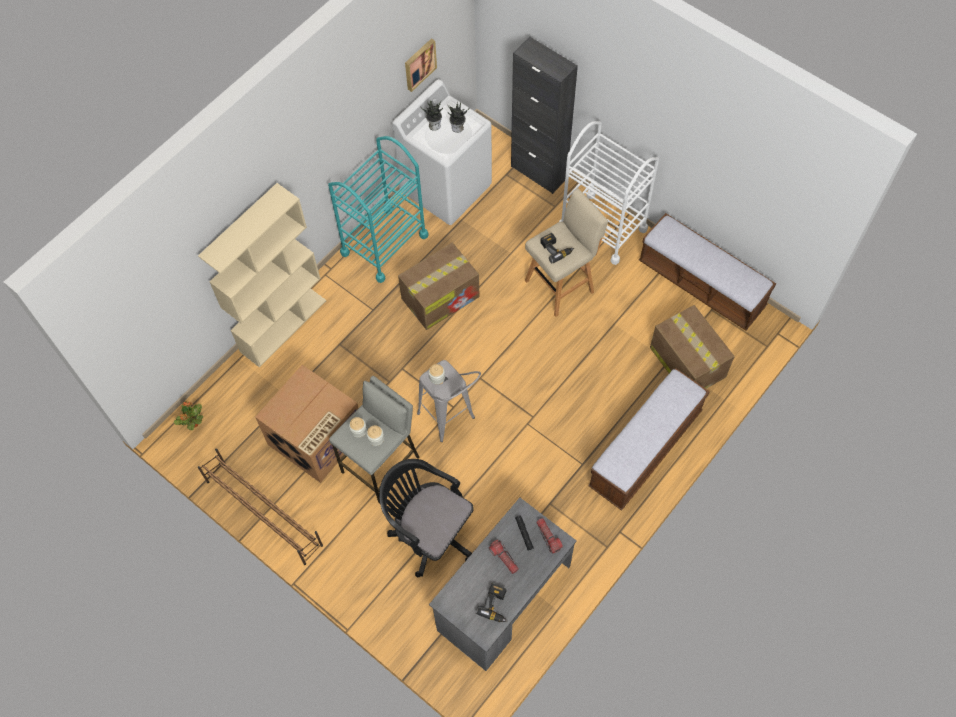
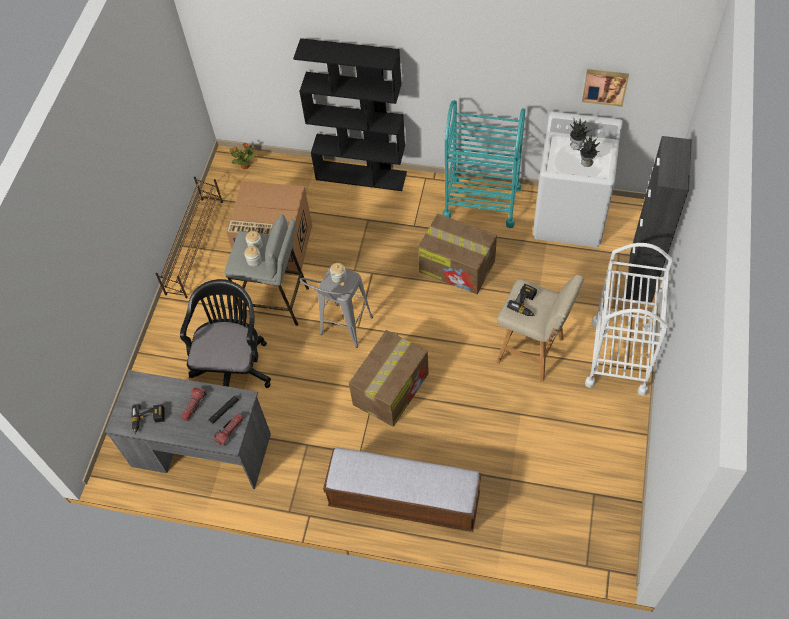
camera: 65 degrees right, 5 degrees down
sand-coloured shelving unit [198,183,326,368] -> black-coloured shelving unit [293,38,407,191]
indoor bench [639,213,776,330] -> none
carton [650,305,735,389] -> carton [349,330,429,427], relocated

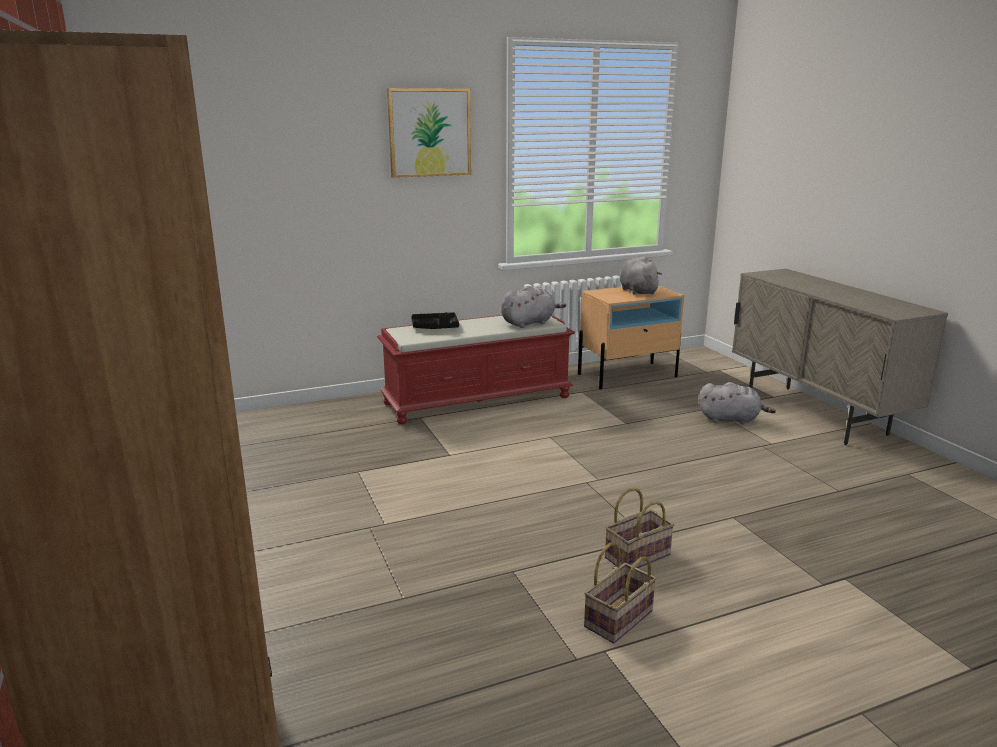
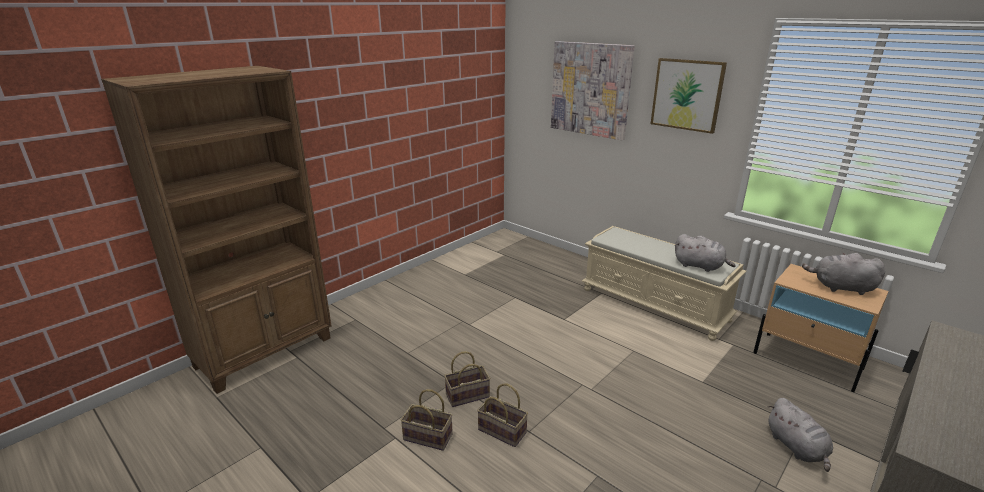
camera: 65 degrees right, 5 degrees up
reddish indoor bench [377,315,575,424] -> sand-coloured indoor bench [582,226,747,341]
black-coloured carrying tray [411,312,459,329] -> none
gray soft toy [620,256,662,295] -> gray soft toy [802,252,885,295], 120 degrees counterclockwise
none -> basket [444,351,490,407]
none -> wall picture [551,41,635,140]

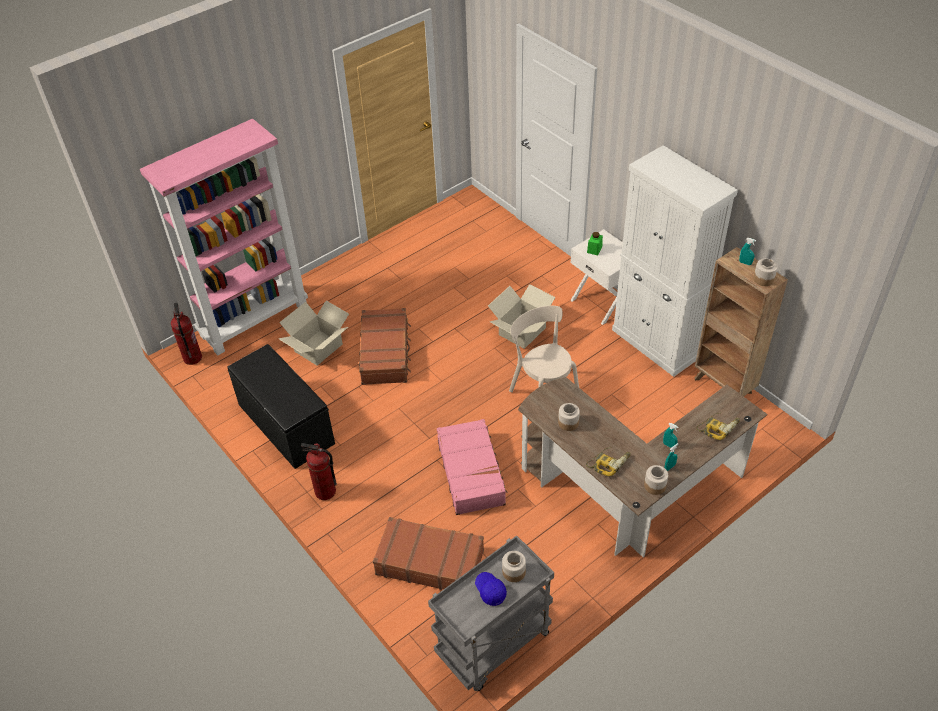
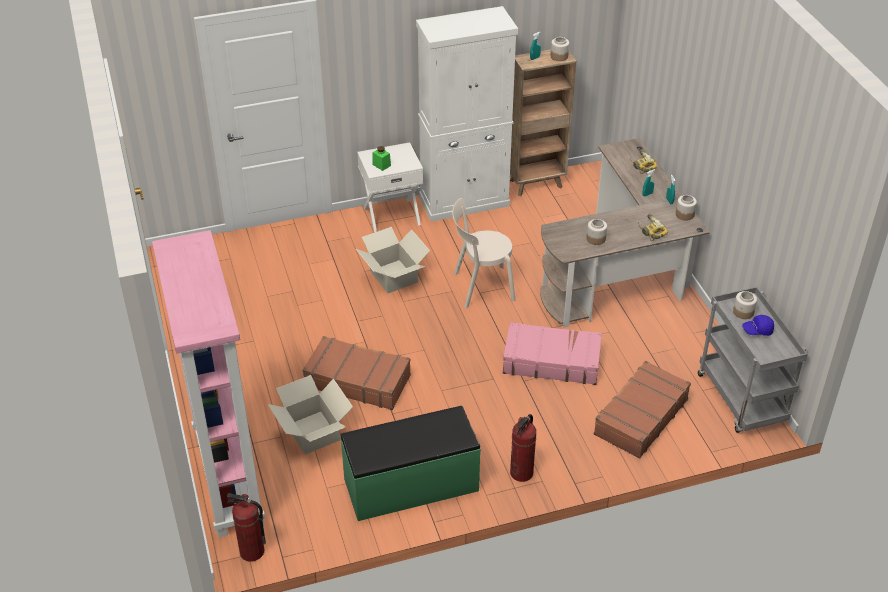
camera: 70 degrees left, 5 degrees down
black-coloured indoor bench [228,344,335,469] -> green indoor bench [340,406,481,521]

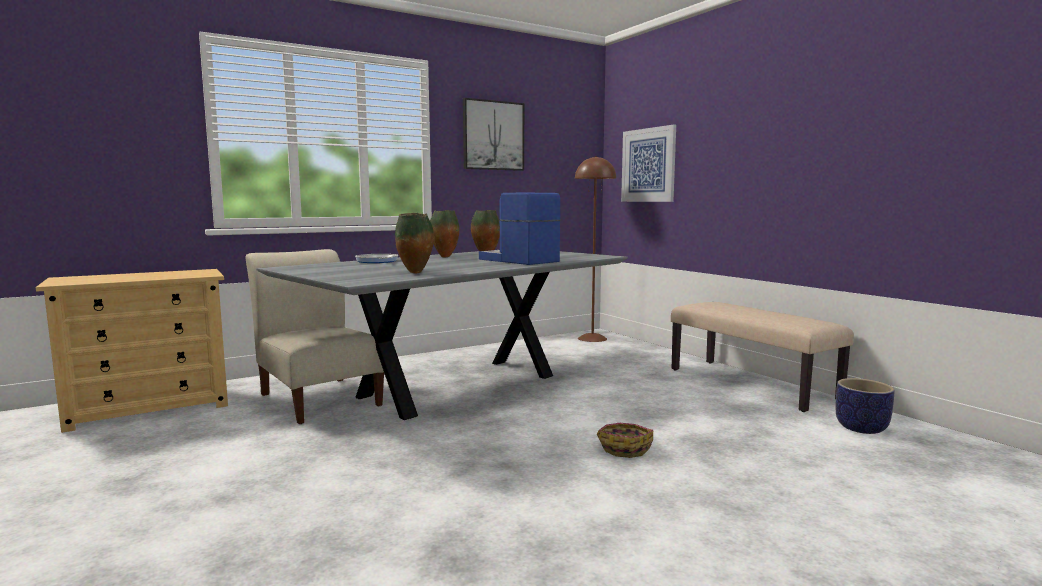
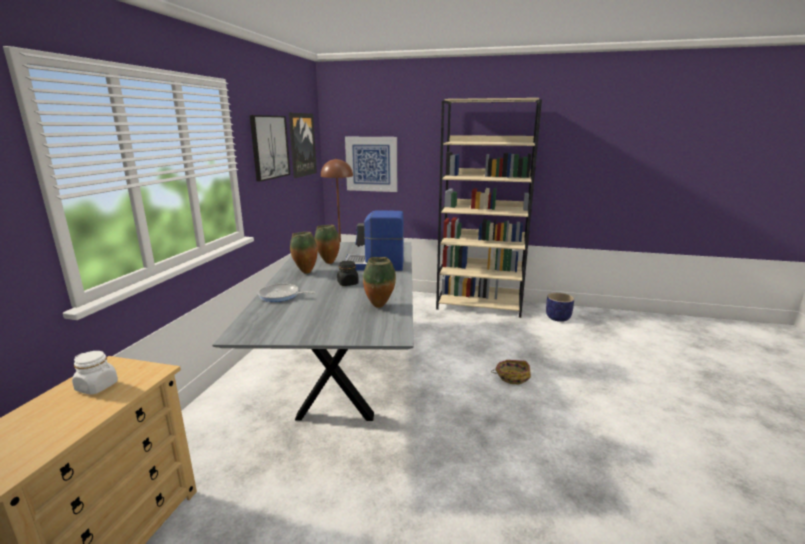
camera: 45 degrees left, 10 degrees up
sand-coloured upright chair [245,249,384,424] -> none
sand-coloured indoor bench [671,302,854,412] -> sand-coloured shelving unit [436,98,542,318]
none -> white-coloured storage jar [72,351,118,395]
none -> wall picture [289,113,317,178]
none -> black-coloured storage jar [337,261,359,286]

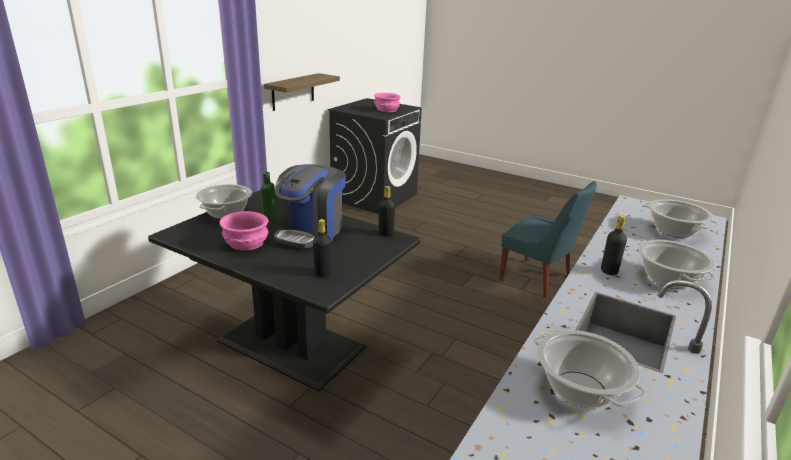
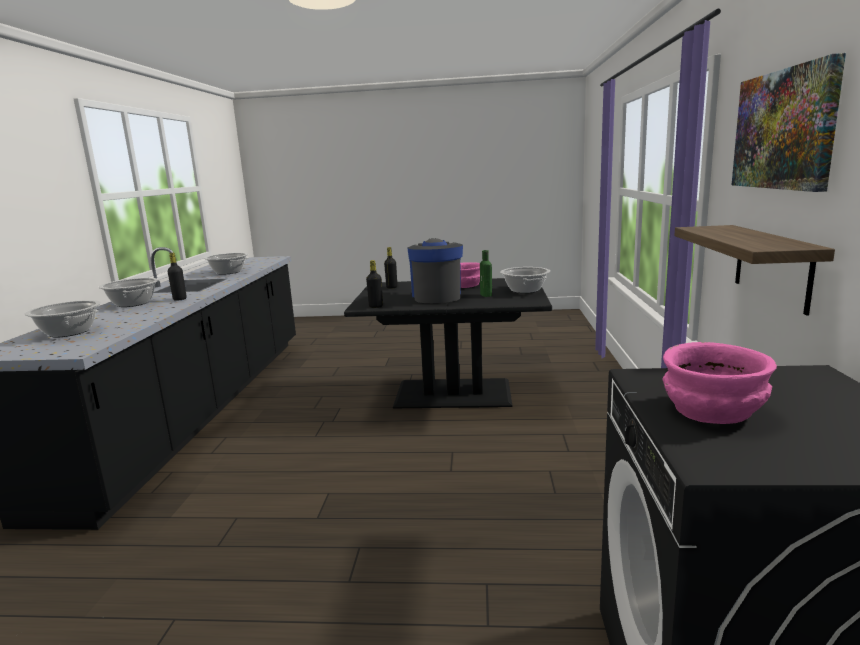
camera: 155 degrees right, 10 degrees down
blue upright chair [499,181,597,298] -> none
none -> wall picture [732,53,846,192]

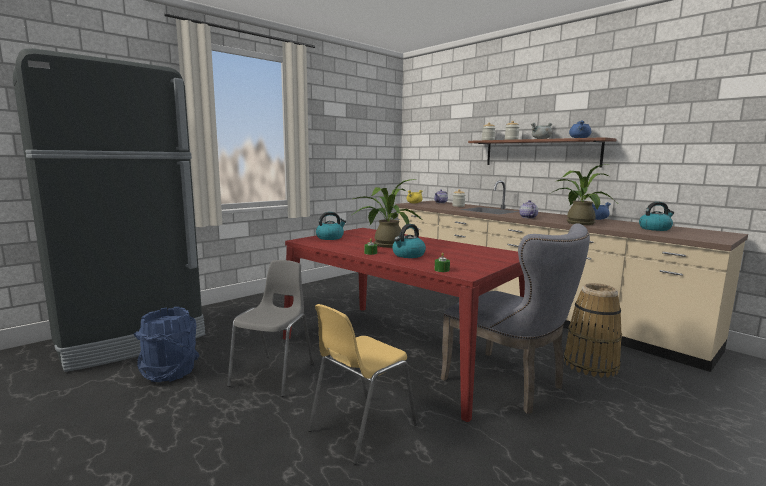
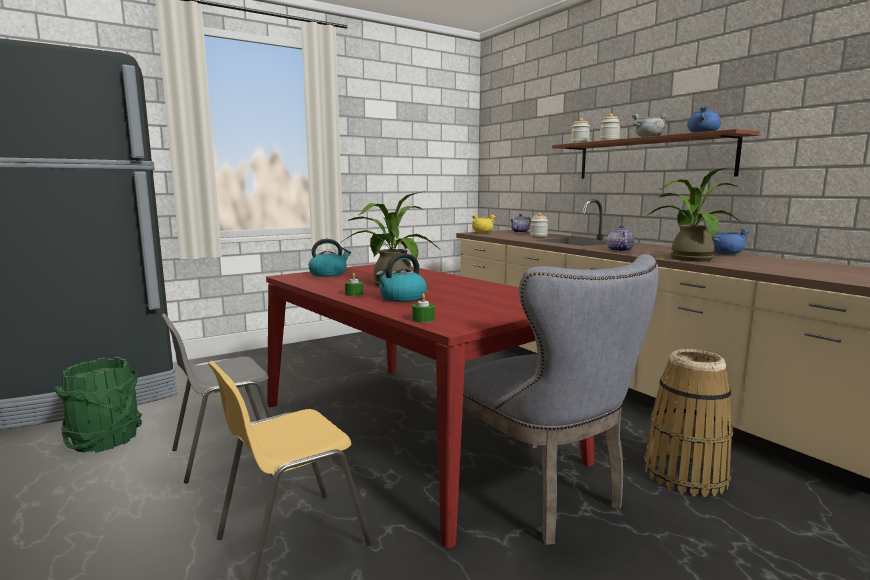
camera: 10 degrees right, 0 degrees up
blue water bucket [134,307,199,382] -> green water bucket [53,357,142,453]
gray upright chair [227,260,313,397] -> gray upright chair [161,313,272,483], 150 degrees counterclockwise
kettle [639,202,674,231] -> none

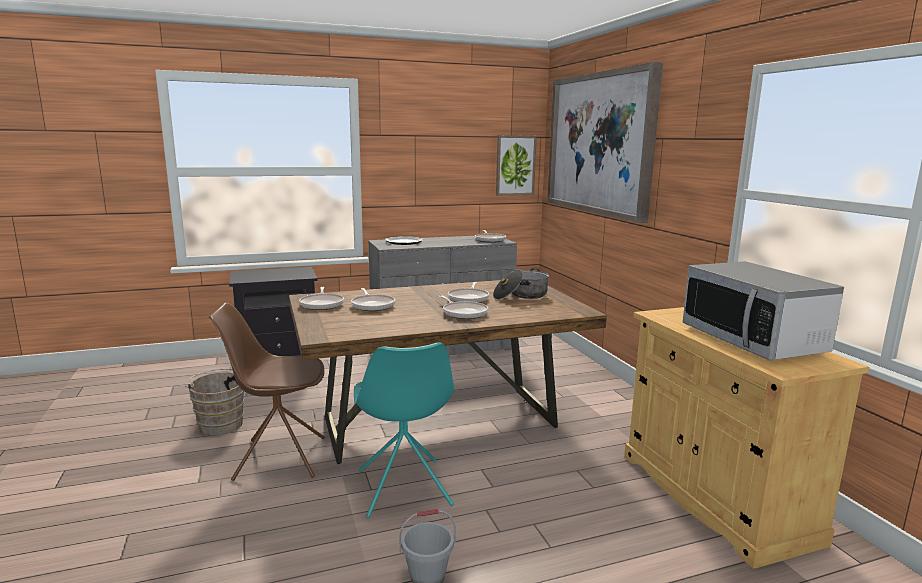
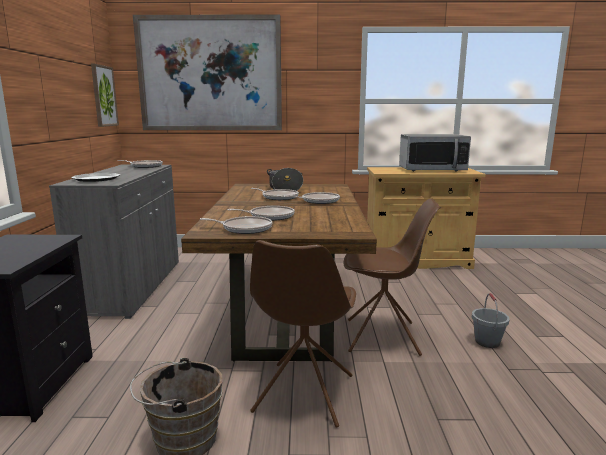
camera: 70 degrees left, 0 degrees up
turquoise upright chair [354,343,454,518] -> brown upright chair [344,198,441,356]

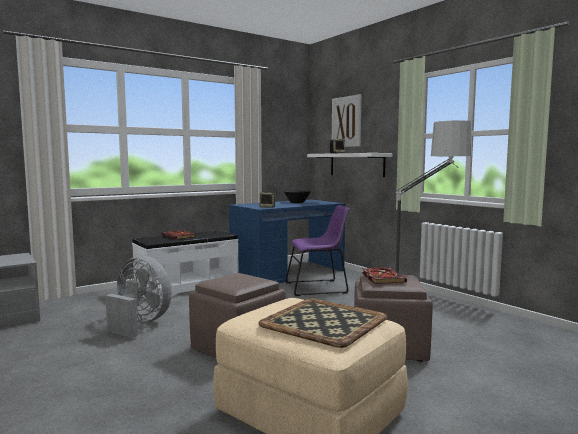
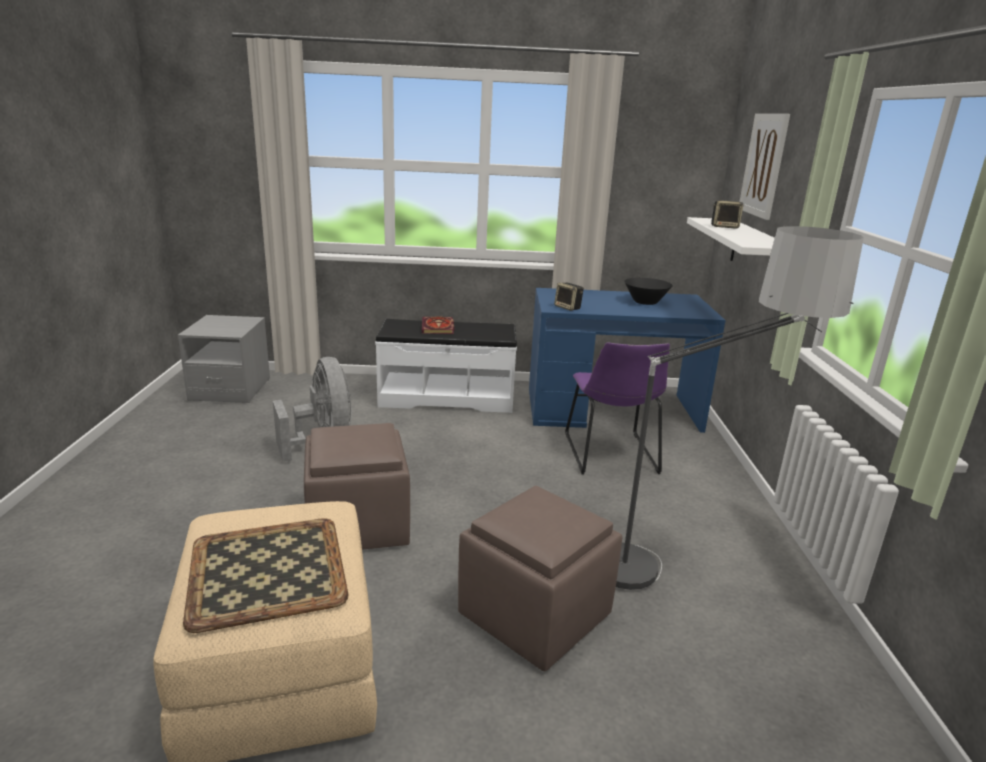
camera: 35 degrees right, 15 degrees up
purplish upright chair [285,205,350,296] -> purplish upright chair [565,342,670,474], 60 degrees clockwise
volume [362,267,407,284] -> none

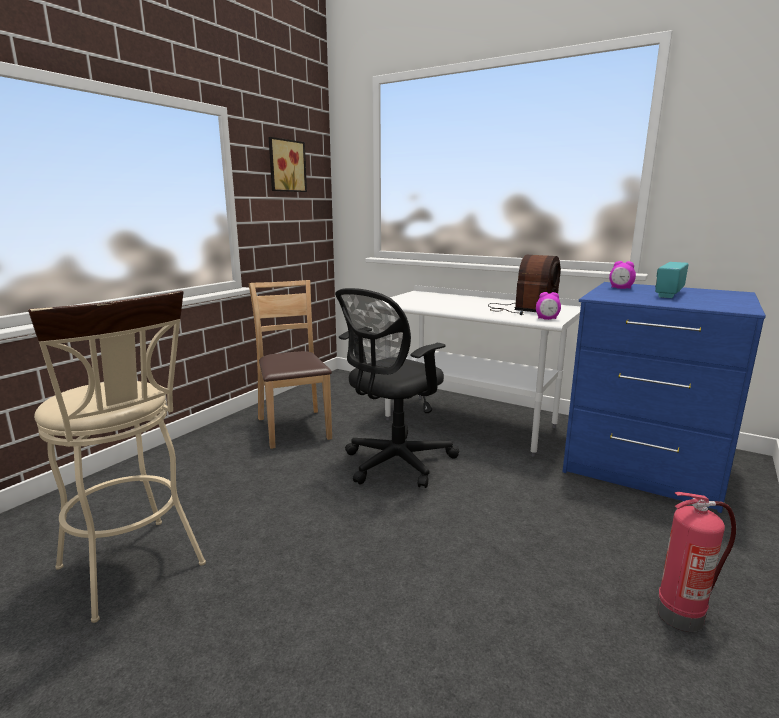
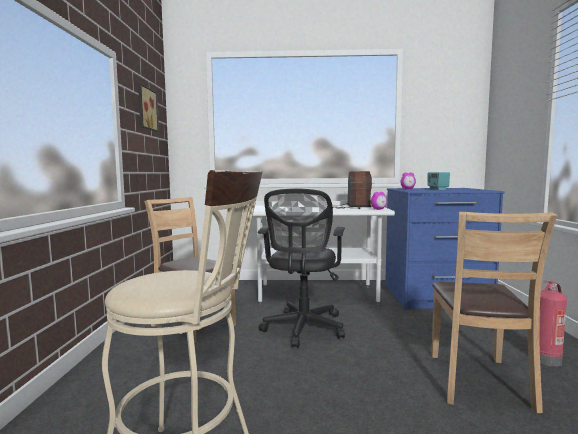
camera: 30 degrees left, 10 degrees down
none -> brown upright chair [431,212,558,413]

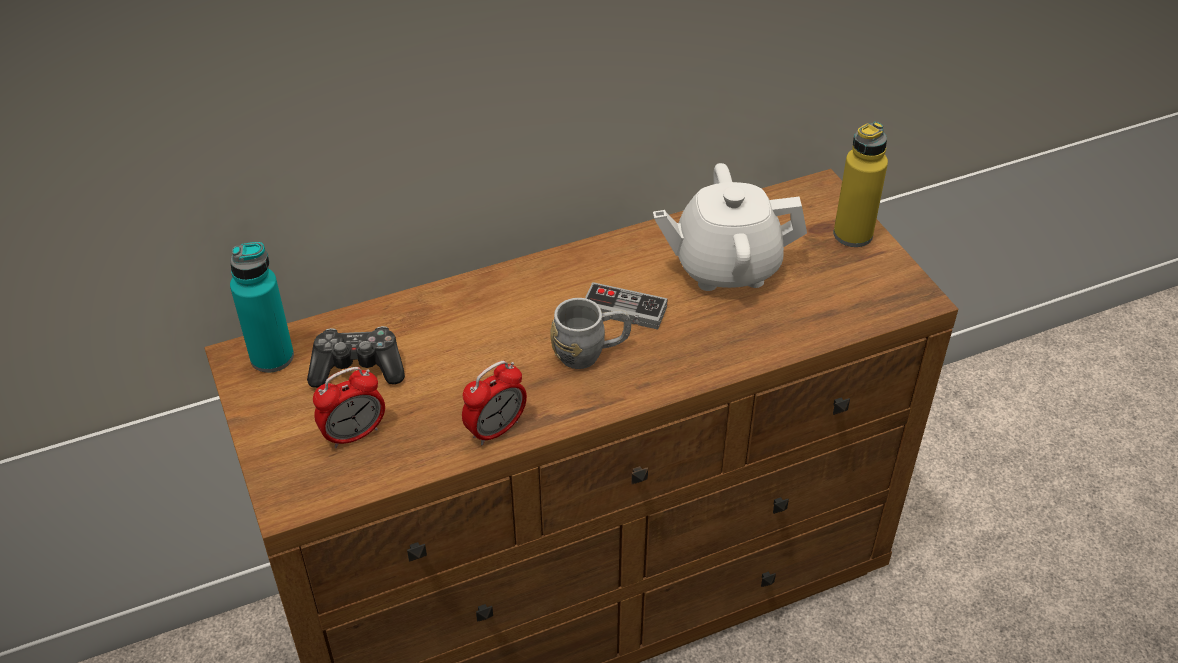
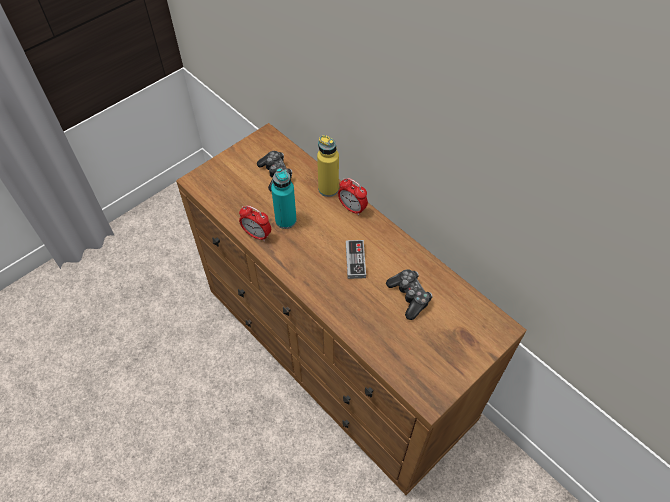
camera: 70 degrees right, 10 degrees up
turquoise beverage bottle [230,242,294,373] -> turquoise beverage bottle [271,168,297,229], relocated
alarm clock [313,367,385,448] -> alarm clock [338,178,368,216], relocated
gray coffee mug [550,298,631,369] -> none
white-coloured teapot [653,163,807,291] -> joypad [386,269,433,320]
yellowish beverage bottle [833,122,888,247] -> yellowish beverage bottle [317,135,339,197], relocated

